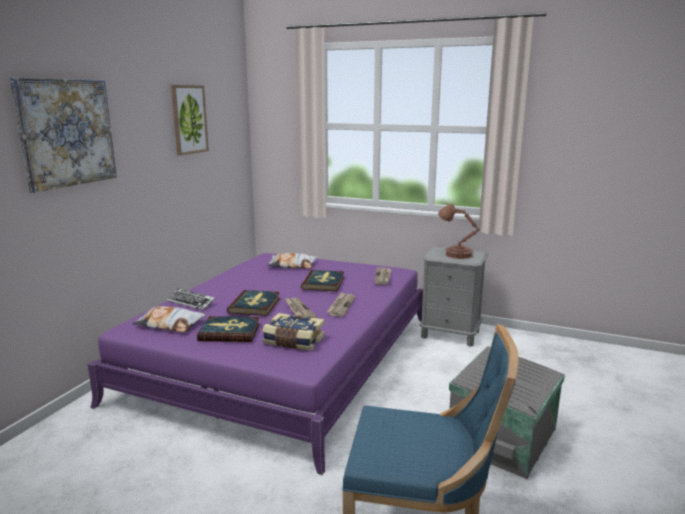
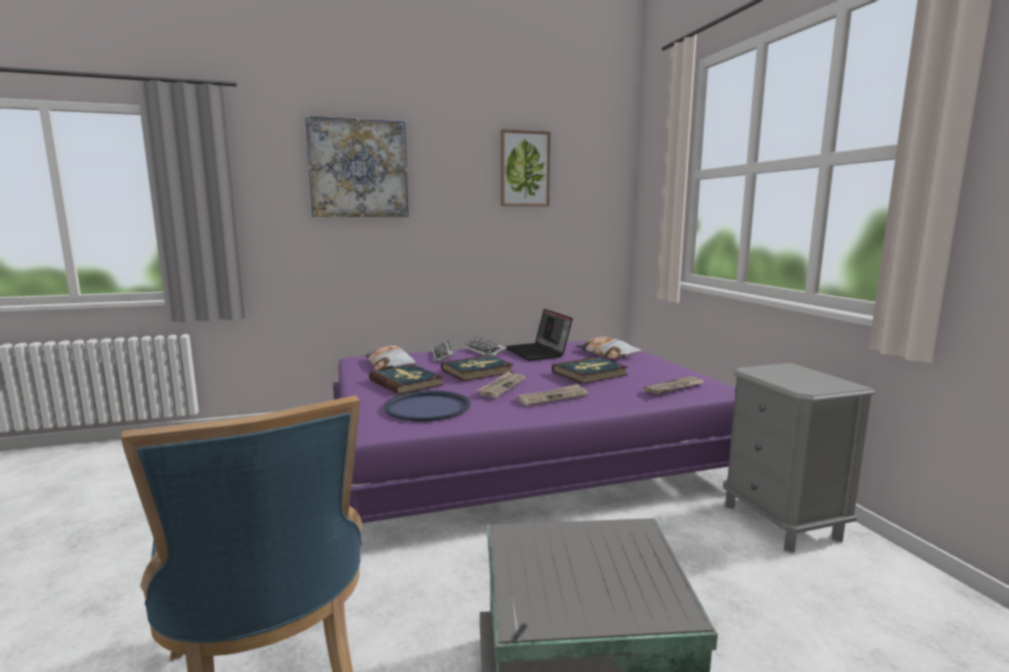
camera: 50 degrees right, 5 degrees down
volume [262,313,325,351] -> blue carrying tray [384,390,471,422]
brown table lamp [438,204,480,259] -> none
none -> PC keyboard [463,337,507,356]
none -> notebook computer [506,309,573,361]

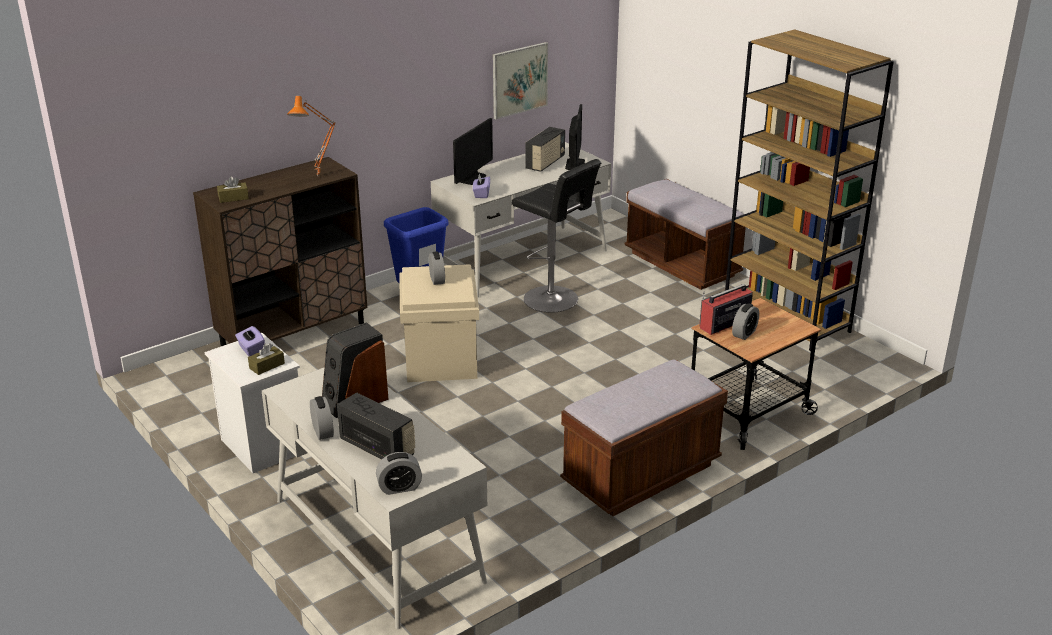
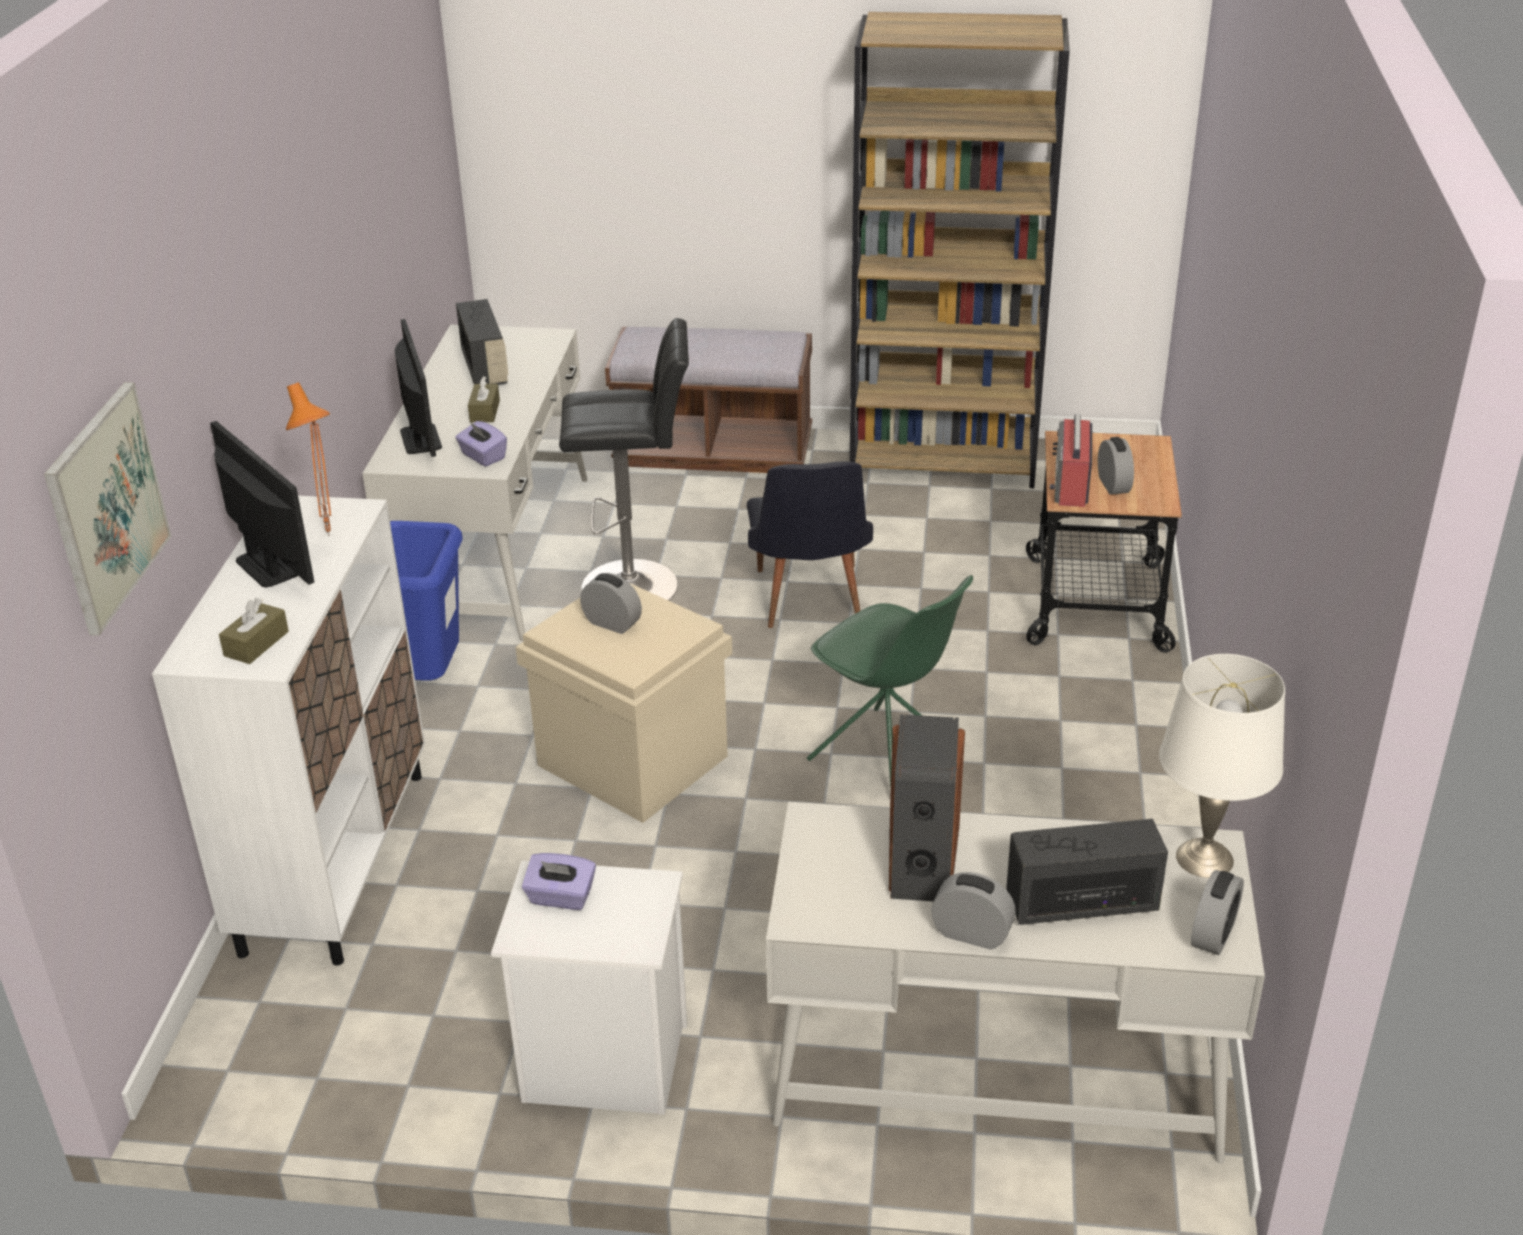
camera: 45 degrees left, 5 degrees up
brown cupboard [193,157,367,346] -> white-coloured cupboard [152,496,425,966]
brown tissue holder [248,343,285,375] -> brown tissue holder [468,376,500,422], relocated
wall picture [493,42,548,119] -> wall picture [44,382,171,636], relocated
brown indoor bench [560,359,728,516] -> none
monitor [565,104,585,170] -> monitor [210,421,314,588], relocated
none -> black-coloured upright chair [747,462,873,628]
none -> green upright chair [807,575,973,788]
none -> white-coloured table lamp [1159,654,1285,878]

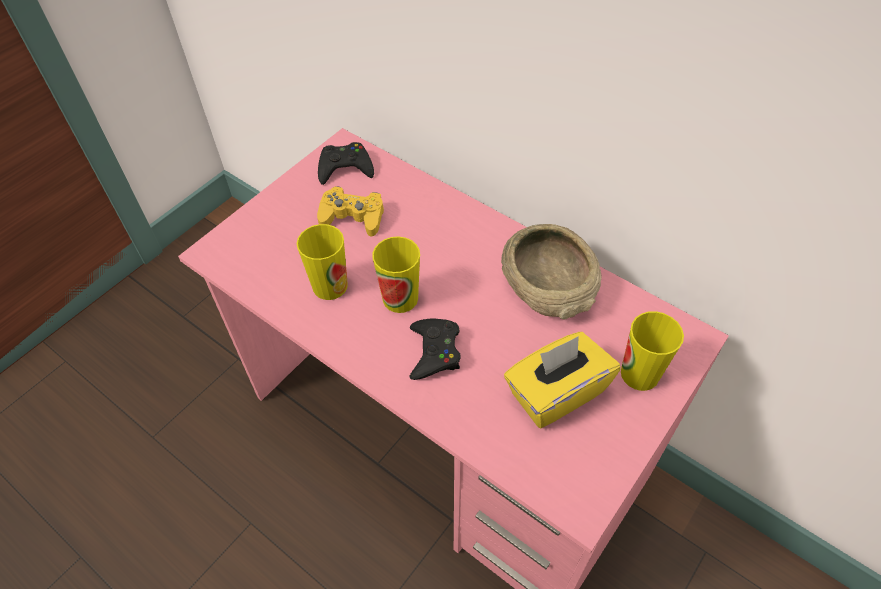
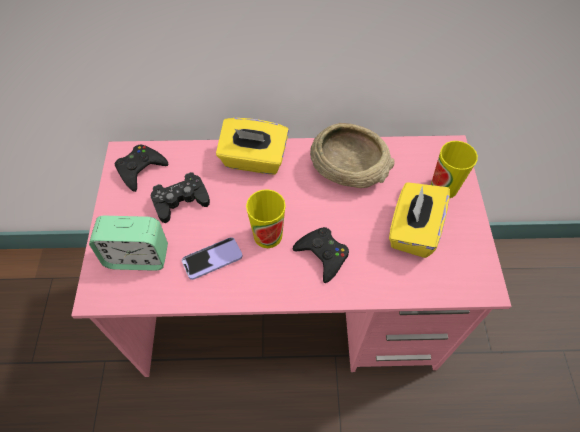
camera: 40 degrees left, 5 degrees up
small cup [297,224,348,300] -> phone [182,237,242,280]
yellowish joypad [317,186,384,237] -> black-coloured joypad [151,172,210,223]
none -> alarm clock [89,216,168,271]
none -> yellowish tissue holder [216,118,289,175]

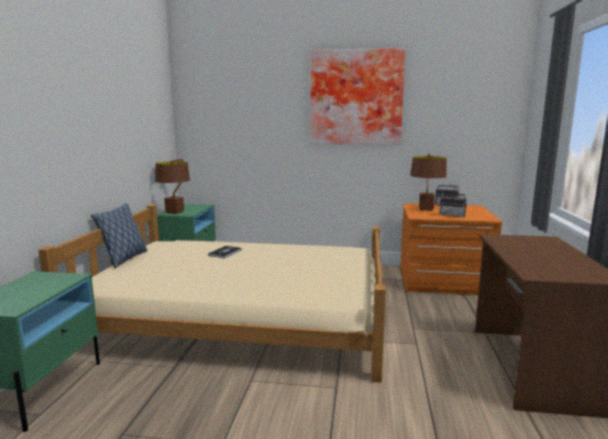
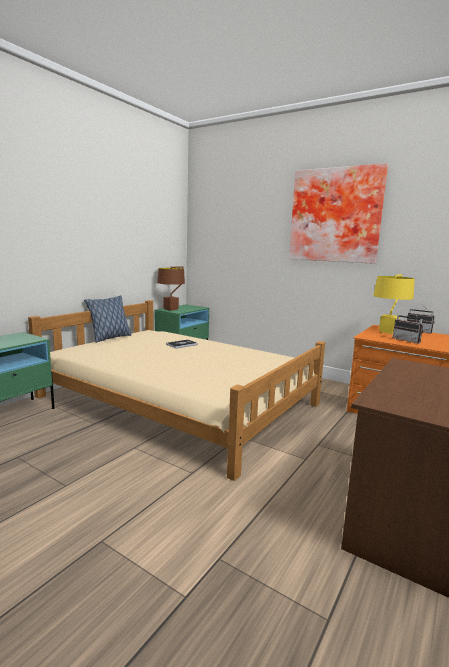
camera: 25 degrees right, 0 degrees up
brown table lamp [410,154,447,211] -> yellowish table lamp [373,274,415,334]

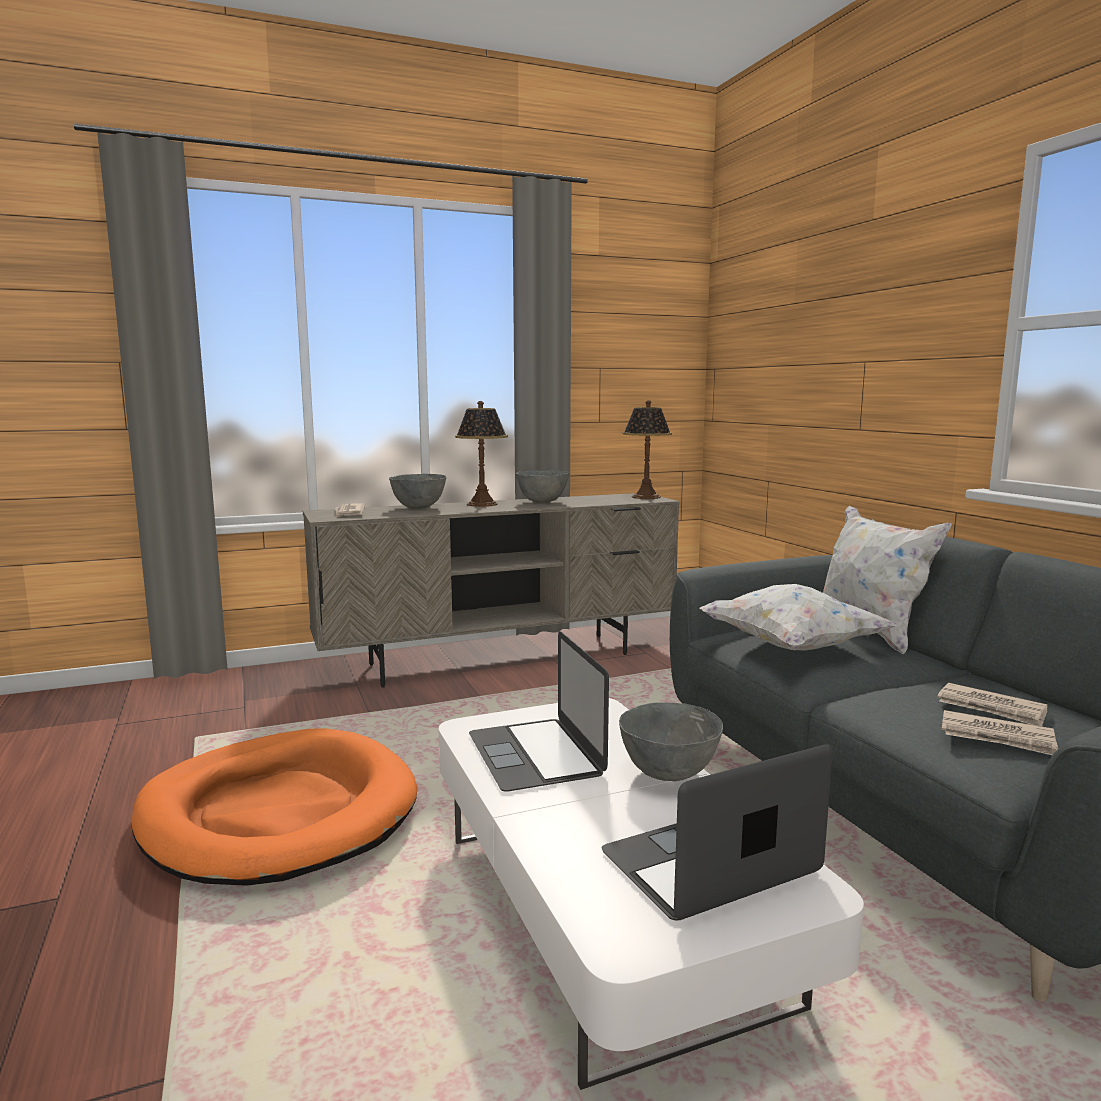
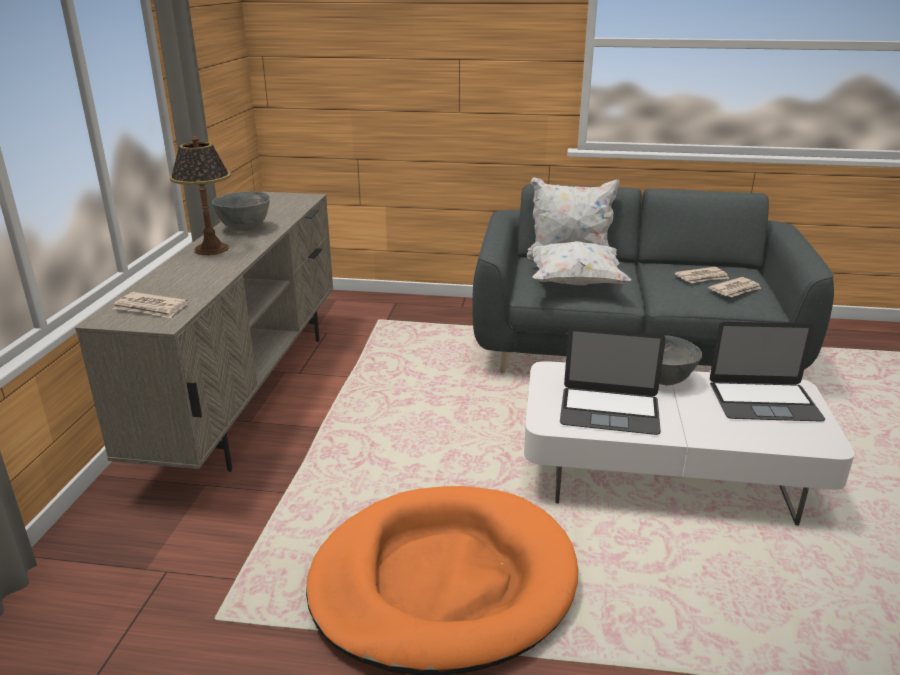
camera: 60 degrees left, 15 degrees up
gray deep dish [389,474,446,509] -> none
notebook computer [602,744,832,921] -> notebook computer [710,322,825,422], 90 degrees counterclockwise
table lamp [623,400,672,499] -> none

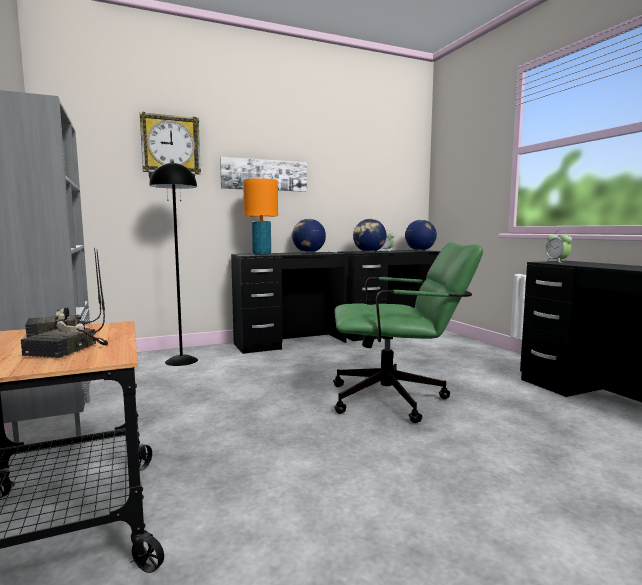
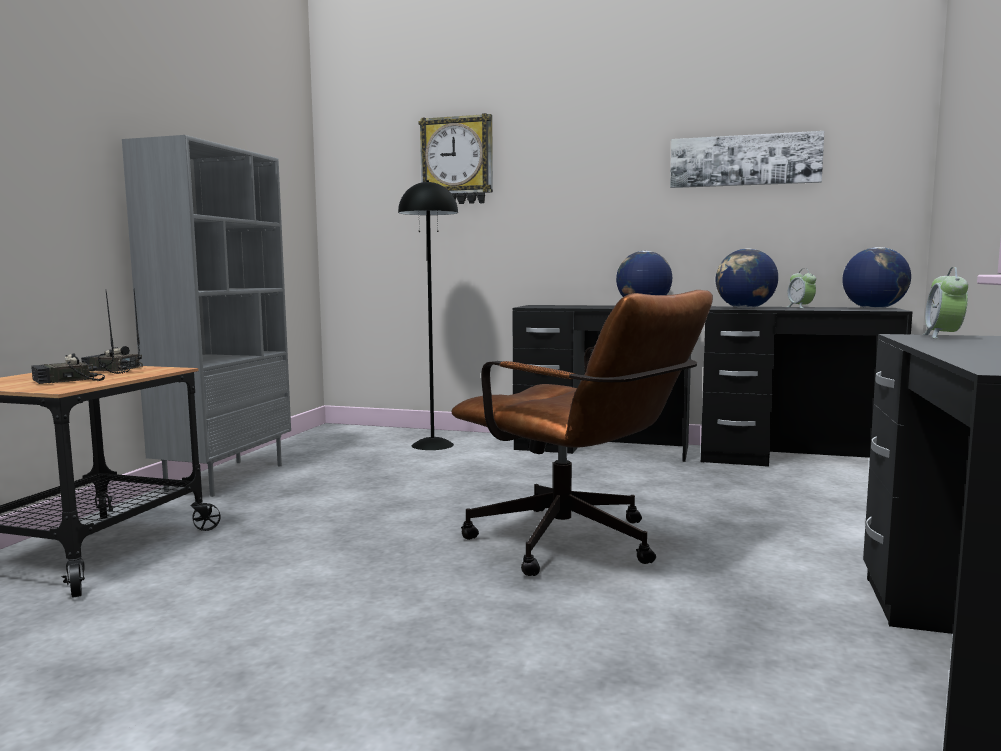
camera: 40 degrees right, 0 degrees up
wall picture [220,157,307,192] -> wall picture [670,131,824,188], relocated
orangey table lamp [243,178,278,255] -> none
green office chair [333,242,483,423] -> brown office chair [451,290,713,576]

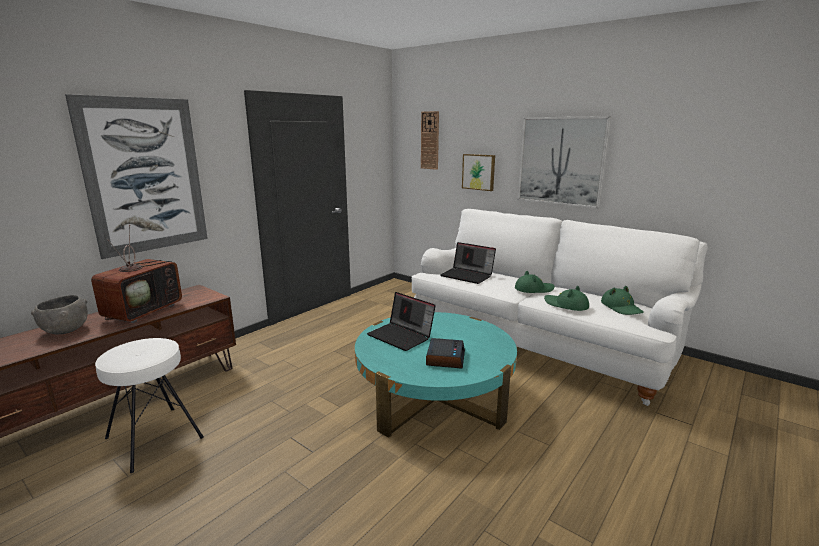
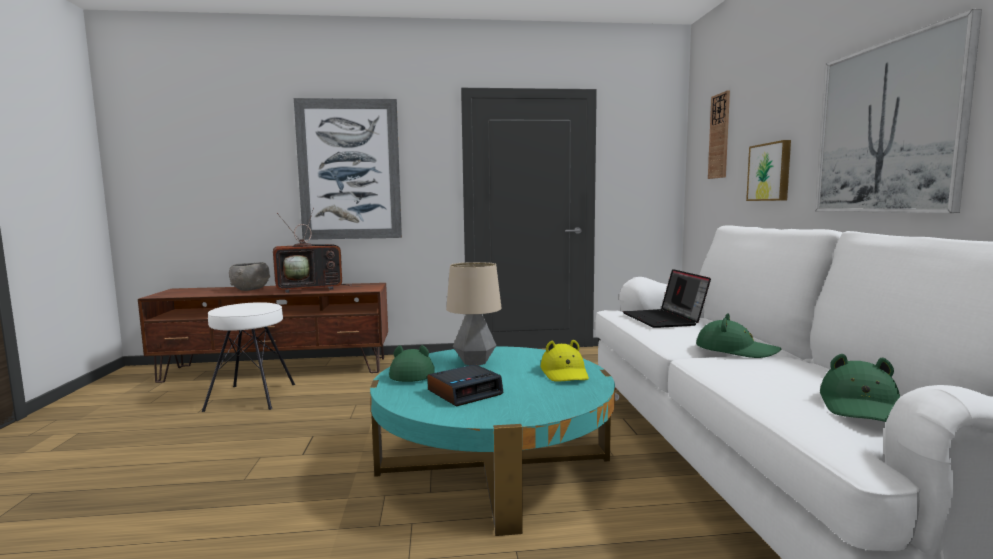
camera: 45 degrees right, 10 degrees down
notebook computer [367,292,436,351] -> table lamp [446,262,502,365]
green wearable hat [544,286,589,311] -> green wearable hat [389,345,435,382], relocated
none -> yellowish wearable hat [541,340,589,382]

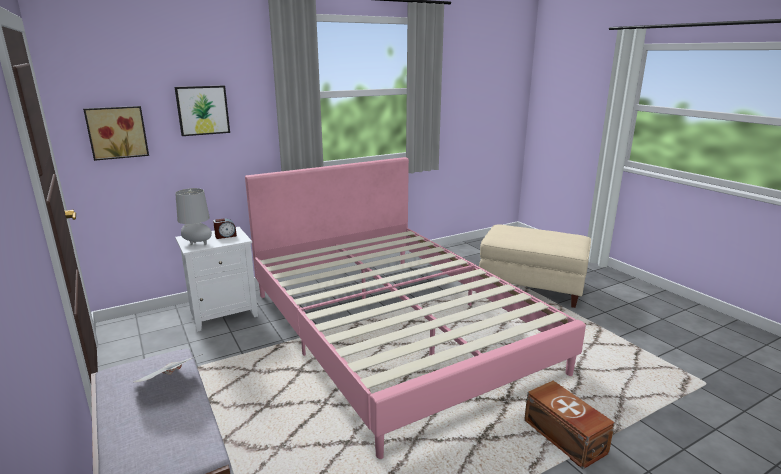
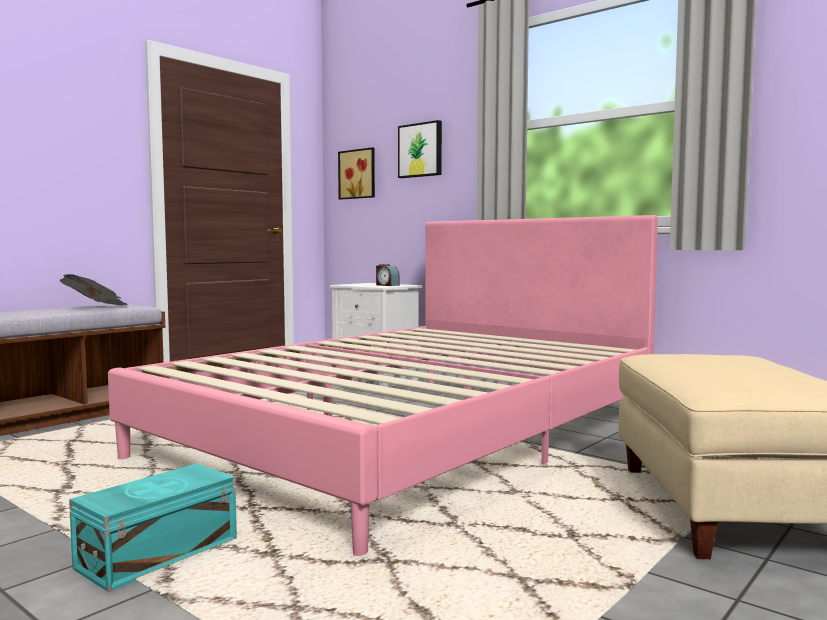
camera: 70 degrees right, 15 degrees down
gray table lamp [175,188,212,245] -> none
brown storage bin [524,381,615,469] -> turquoise storage bin [69,463,237,592]

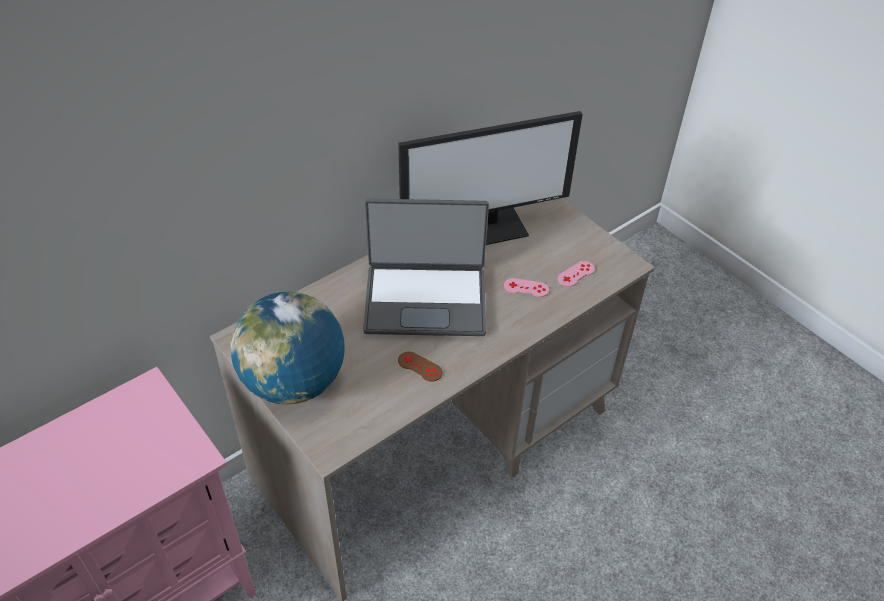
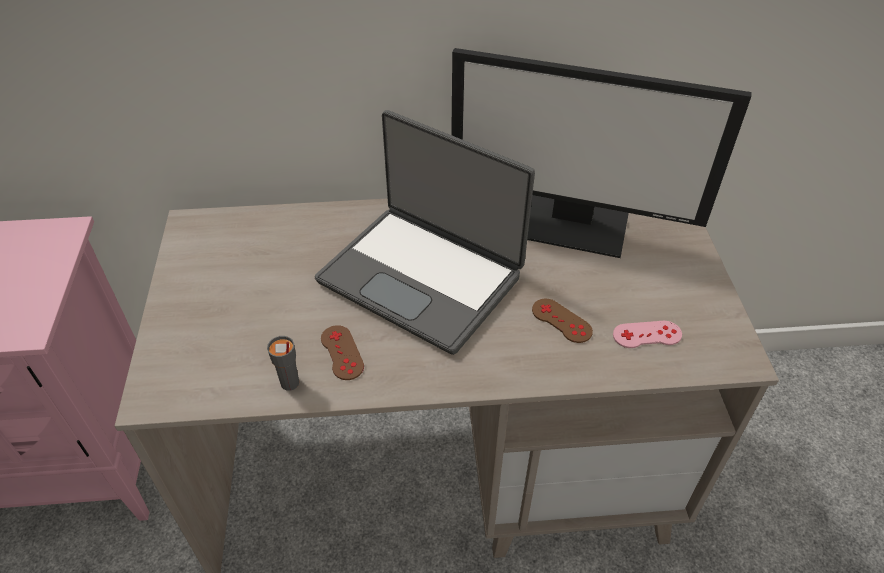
camera: 35 degrees right, 0 degrees up
world globe [230,292,345,405] -> none
pink-coloured joypad [504,278,549,297] -> brown joypad [532,299,593,343]
none -> gray small cup [267,336,299,391]

